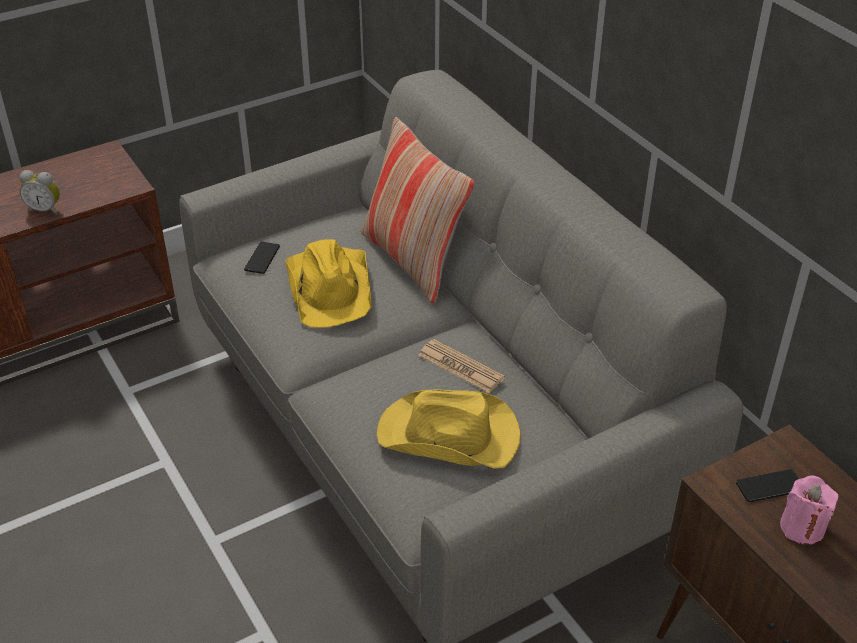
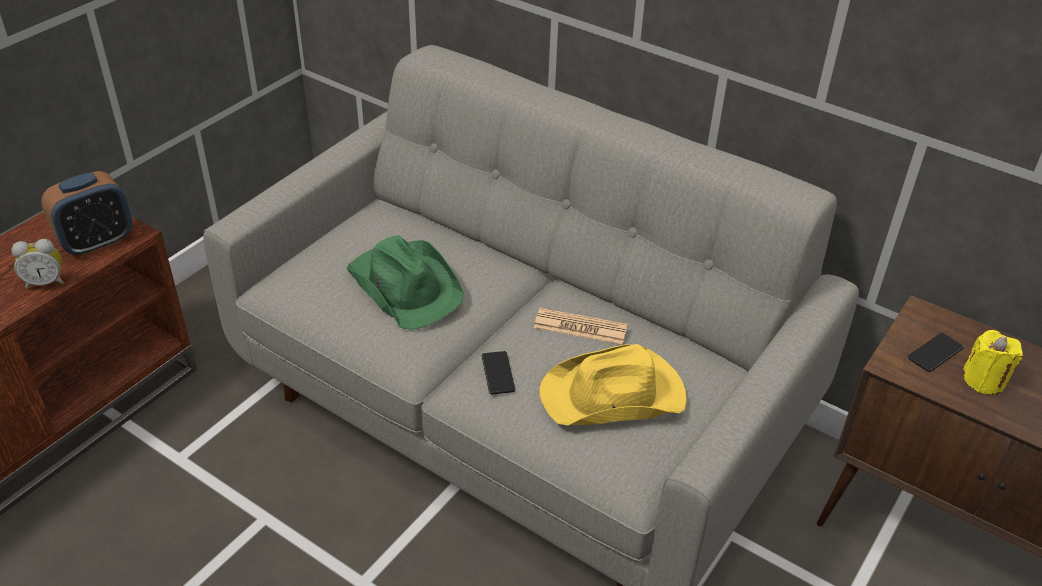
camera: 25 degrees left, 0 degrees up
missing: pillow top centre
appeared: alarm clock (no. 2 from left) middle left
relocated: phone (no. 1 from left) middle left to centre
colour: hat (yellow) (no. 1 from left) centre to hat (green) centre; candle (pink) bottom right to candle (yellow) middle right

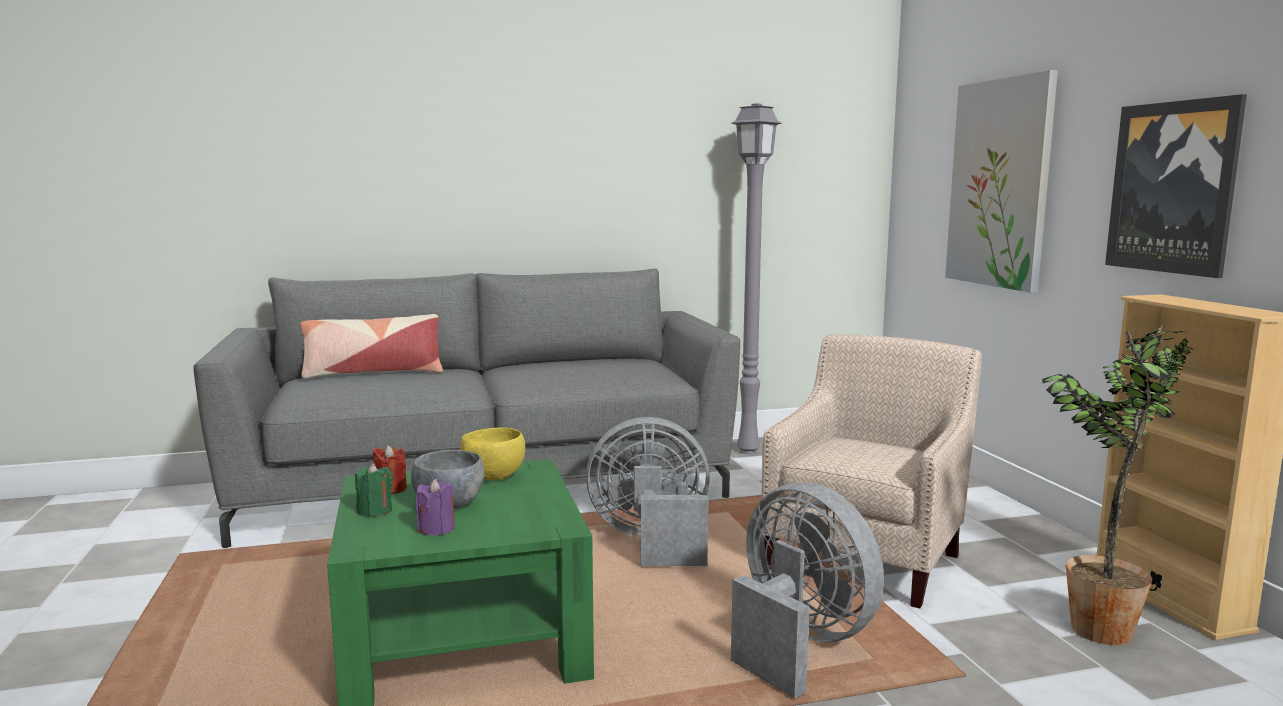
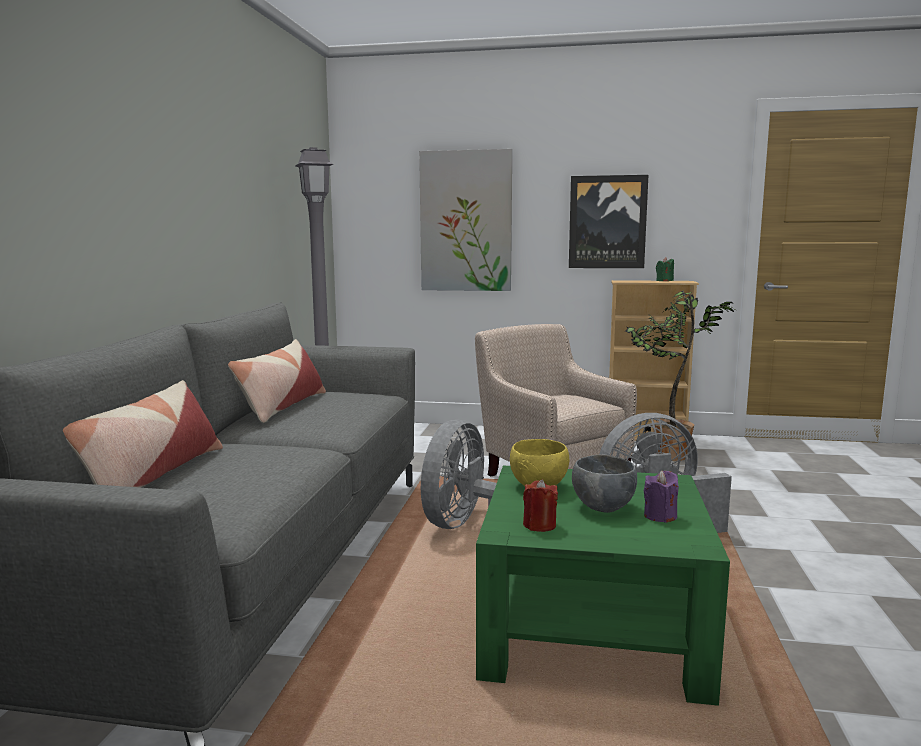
camera: 65 degrees left, 0 degrees up
appeared: pillow (no. 2 from left) middle left
relocated: candle (green) bottom left to middle right

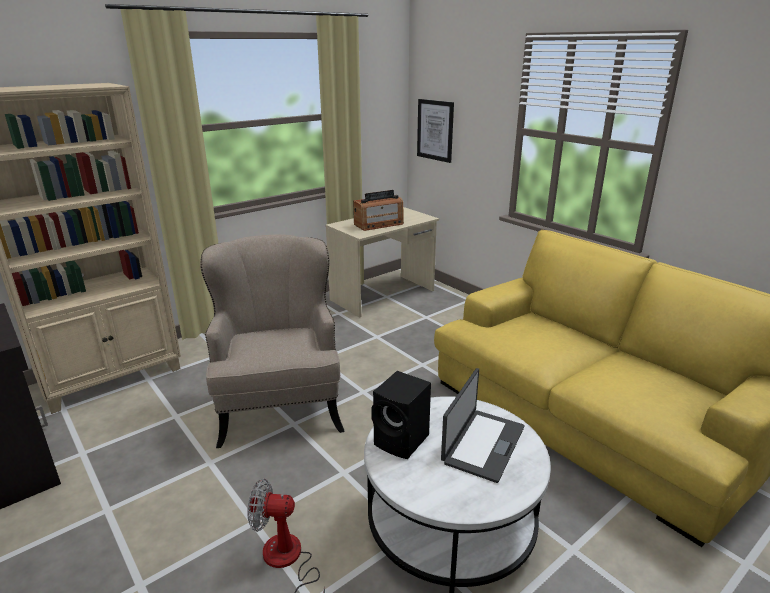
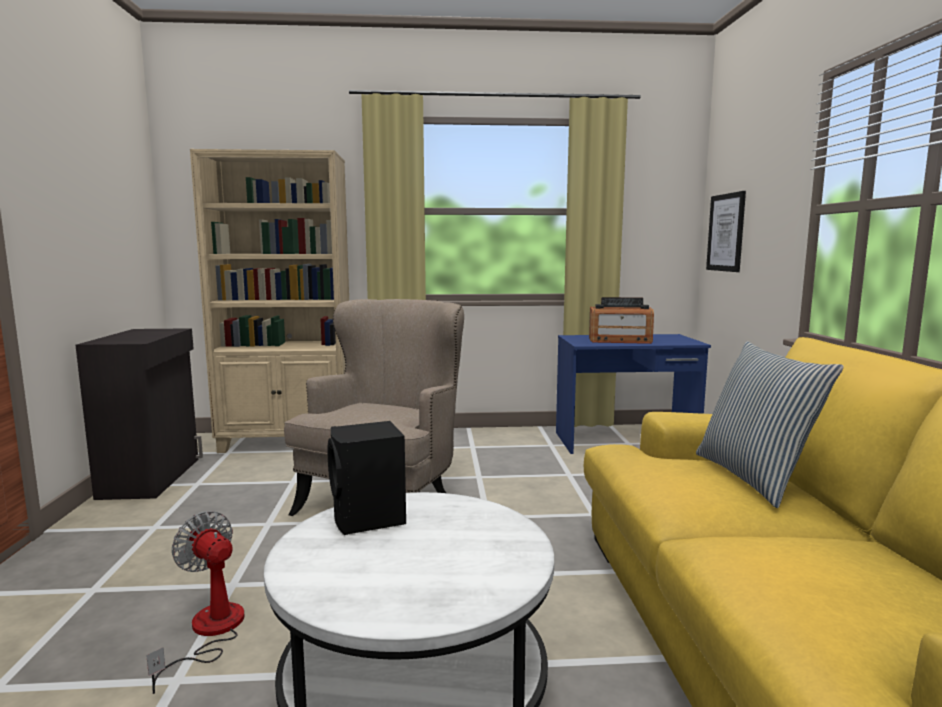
camera: 35 degrees right, 15 degrees down
missing: laptop bottom centre
appeared: pillow middle right
colour: desk (beige) centre to desk (blue) middle right

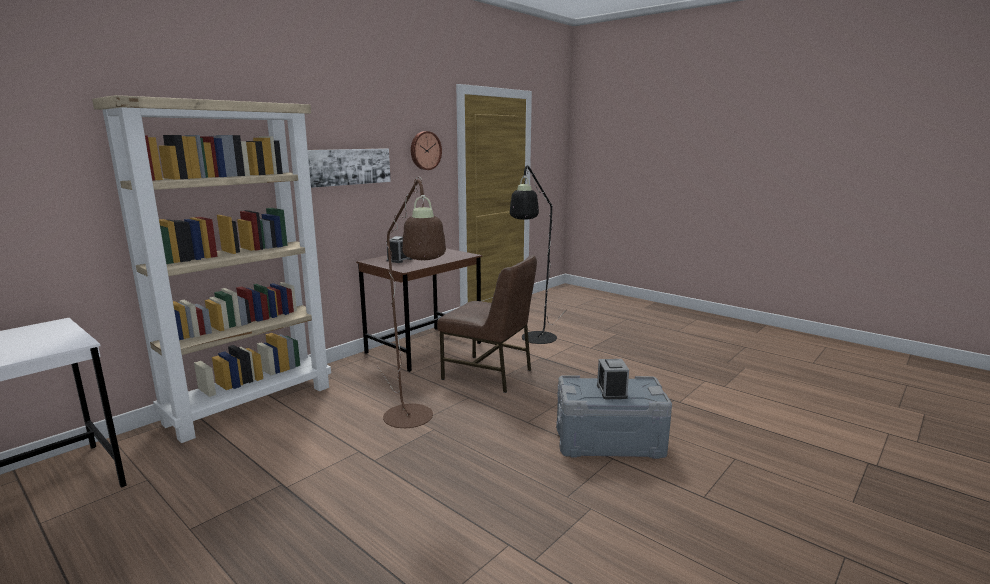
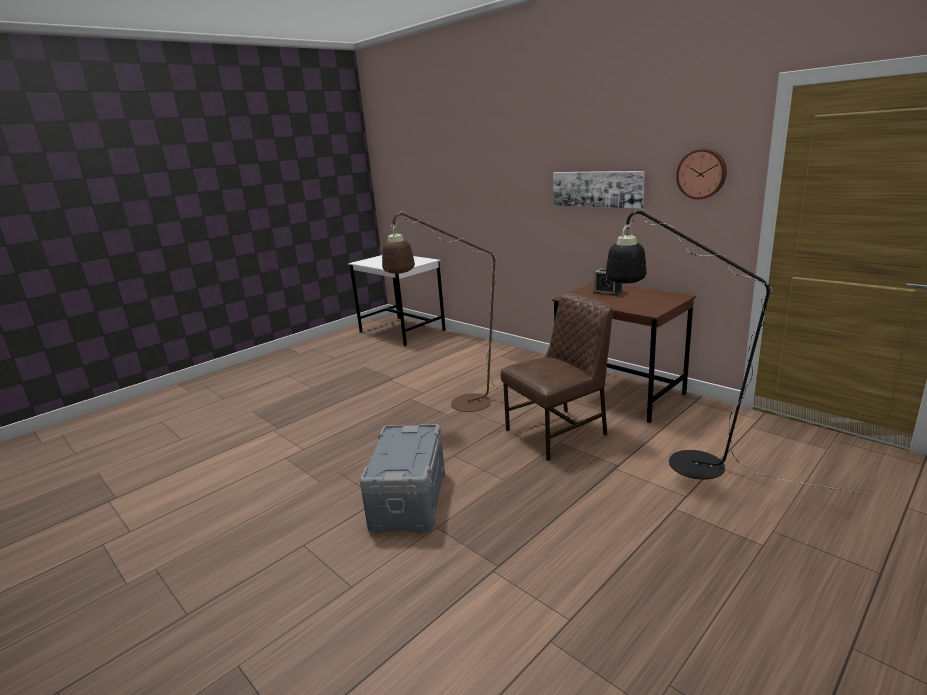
camera: 95 degrees right, 5 degrees up
missing: bookcase (beige) middle left; alarm clock (no. 2 from left) centre
spun: chair (brown) centre = centre 150 degrees counterclockwise

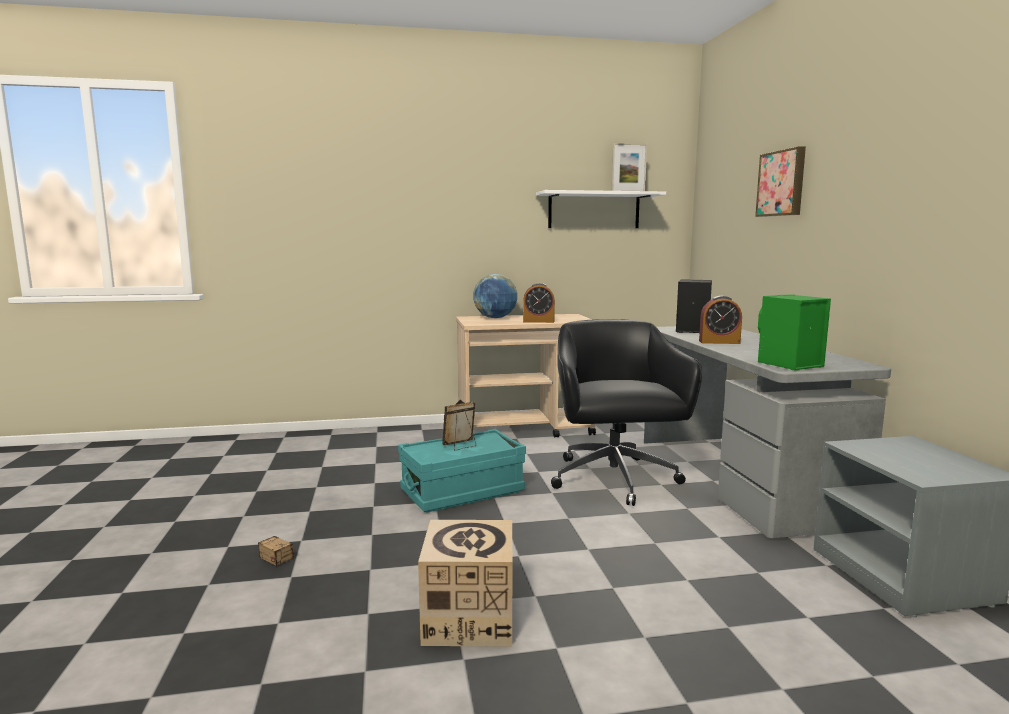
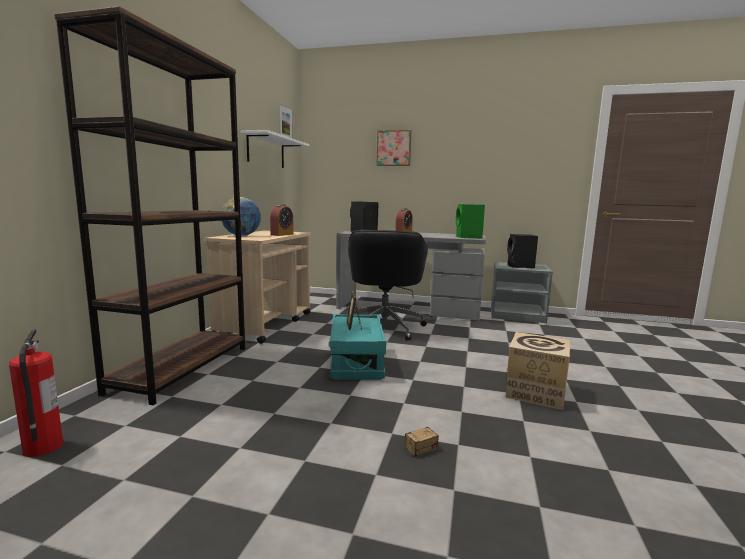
camera: 65 degrees left, 0 degrees up
appeared: fire extinguisher bottom left; bookcase (brown) middle left; speaker (black) (no. 2 from left) middle right
spun: office chair (black) centre = centre 105 degrees counterclockwise

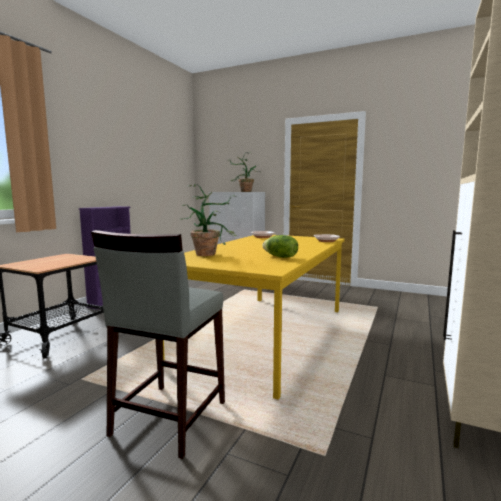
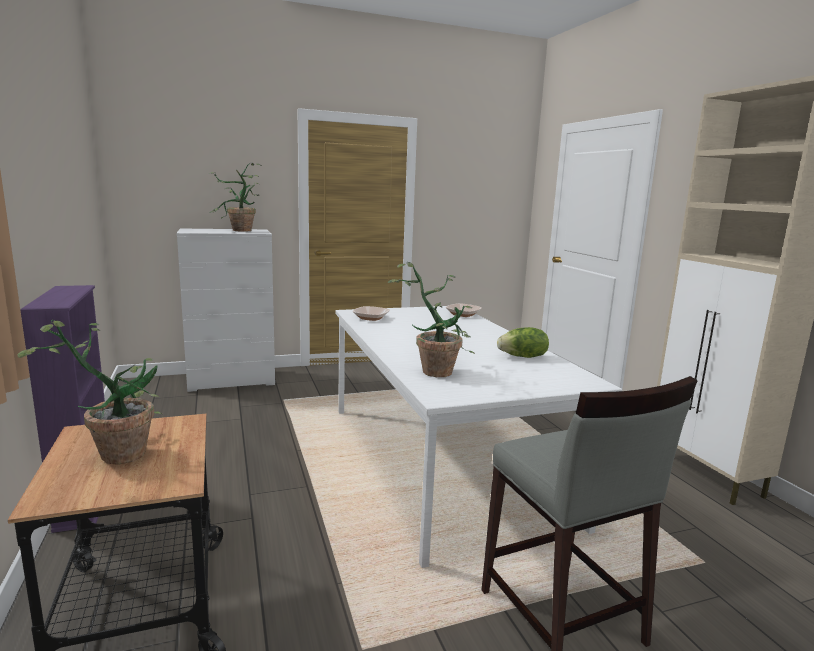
camera: 45 degrees left, 5 degrees up
appeared: potted plant (no. 1 from left) middle left
colour: dining table (yellow) centre to dining table (white) bottom centre

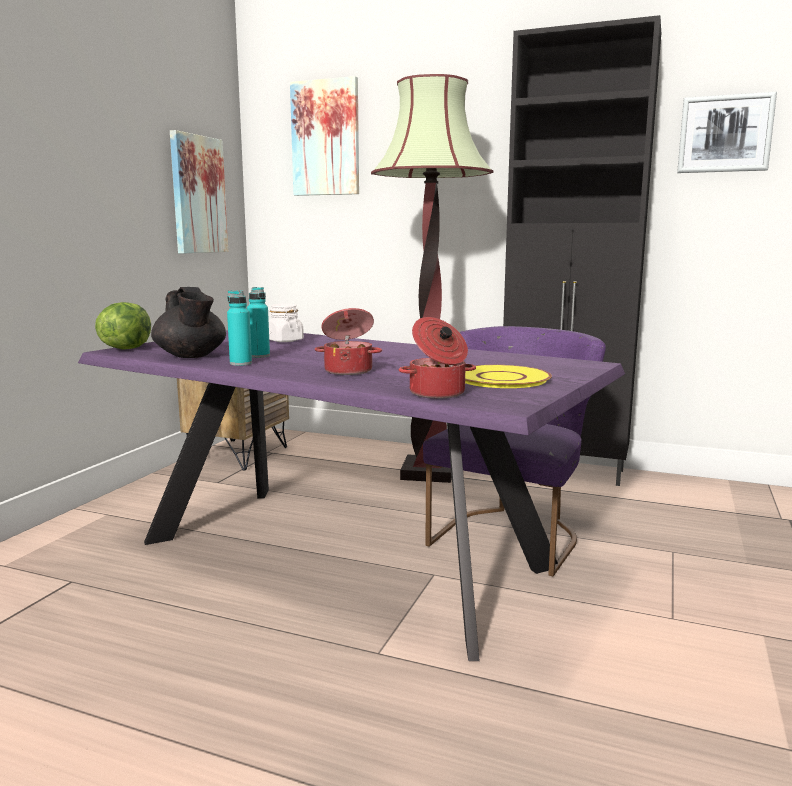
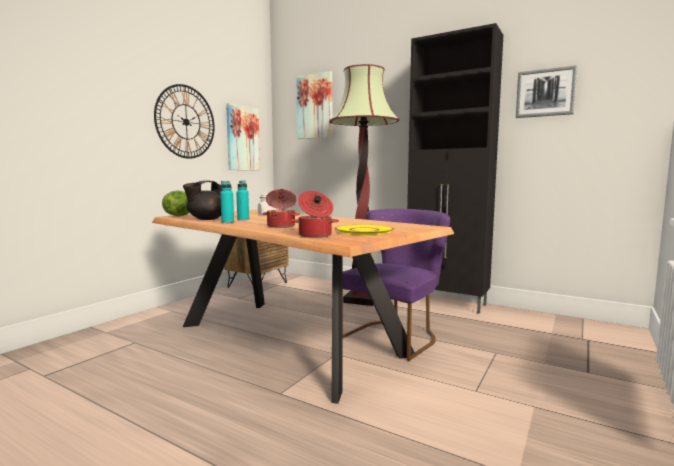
camera: 10 degrees right, 5 degrees down
appeared: wall clock top left
colour: dining table (purple) centre to dining table (brown) centre
spun: teapot (black) middle left = middle left 60 degrees clockwise

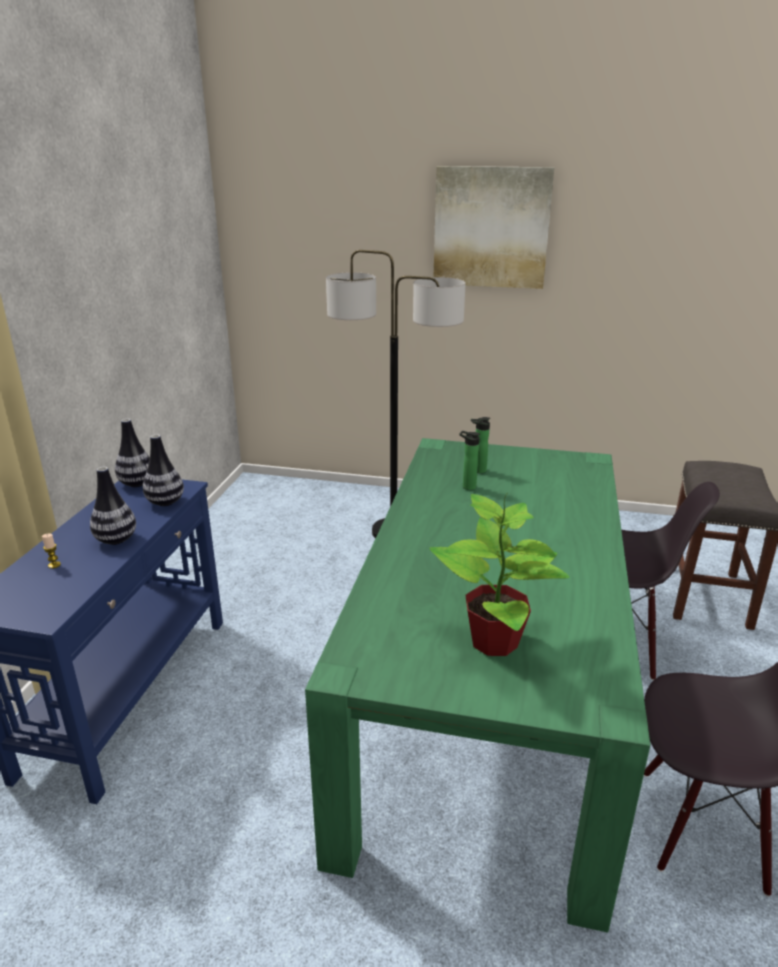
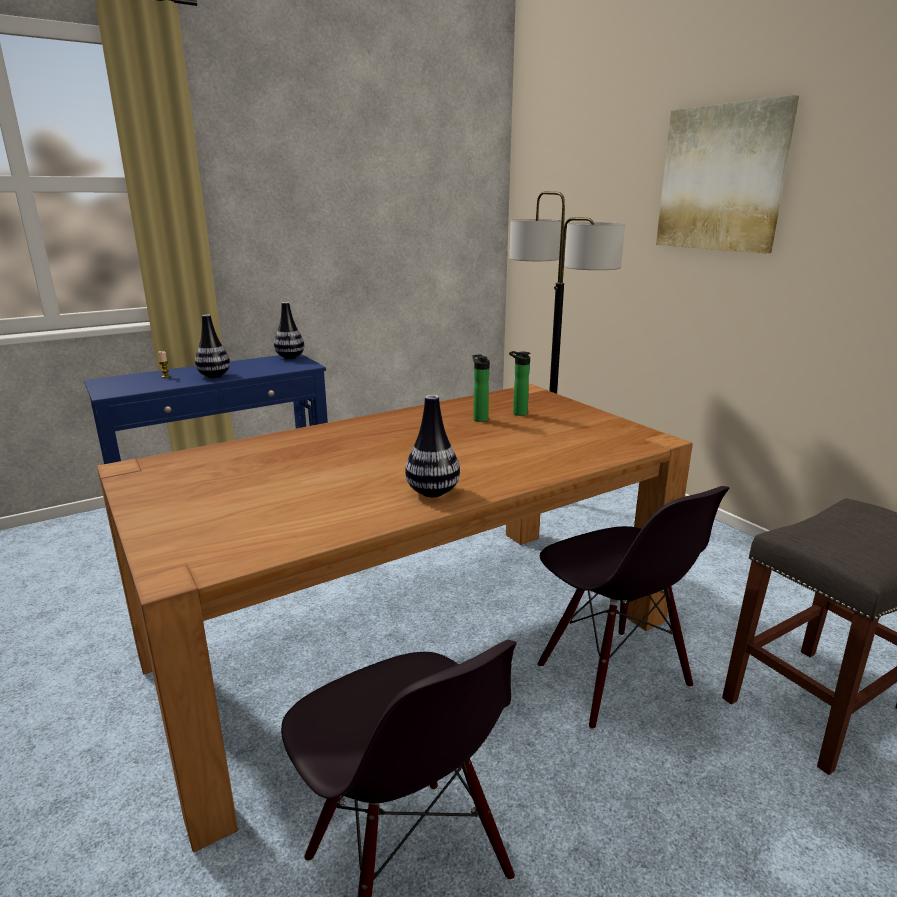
camera: 45 degrees right, 5 degrees down
missing: potted plant centre
relocated: vase (no. 3 from left) middle left to centre
colour: dining table (green) bottom centre to dining table (brown) bottom centre

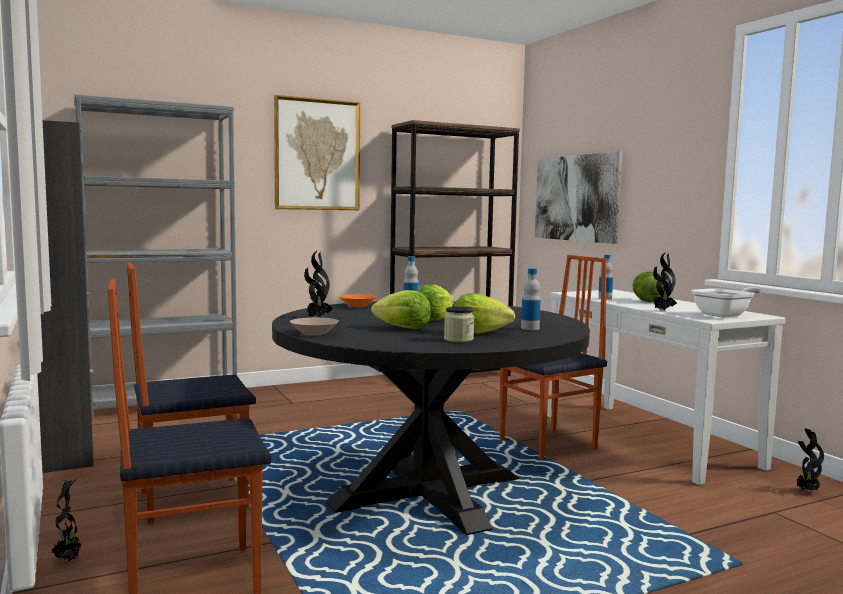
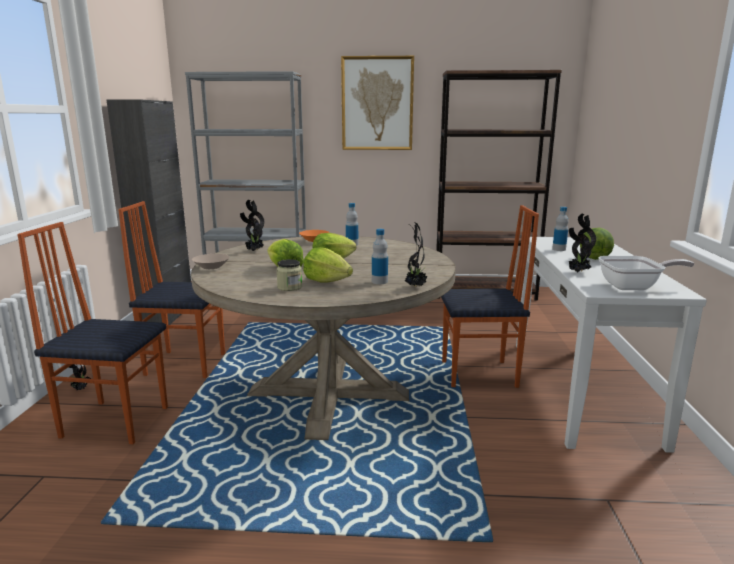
camera: 30 degrees right, 10 degrees up
missing: picture (no. 2 from left) top right
relocated: potted plant (no. 4 from left in the first image) bottom right to potted plant (no. 3 from left) centre
colour: dining table (black) bottom centre to dining table (beige) centre

